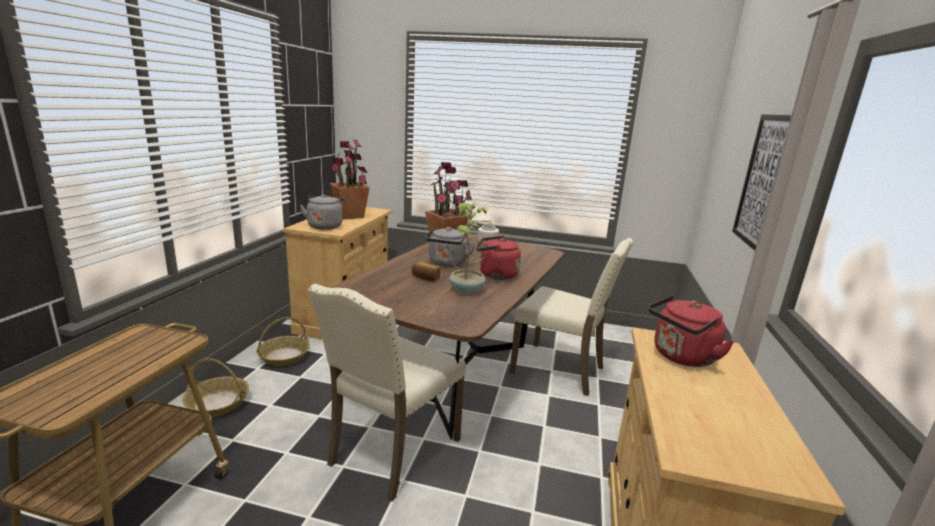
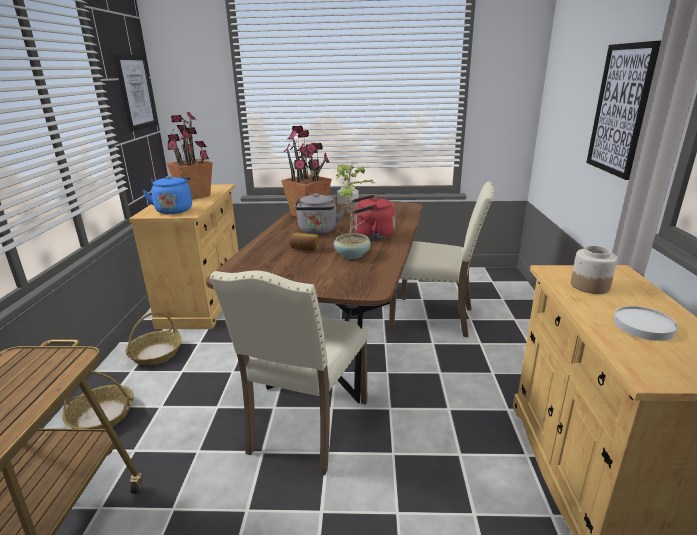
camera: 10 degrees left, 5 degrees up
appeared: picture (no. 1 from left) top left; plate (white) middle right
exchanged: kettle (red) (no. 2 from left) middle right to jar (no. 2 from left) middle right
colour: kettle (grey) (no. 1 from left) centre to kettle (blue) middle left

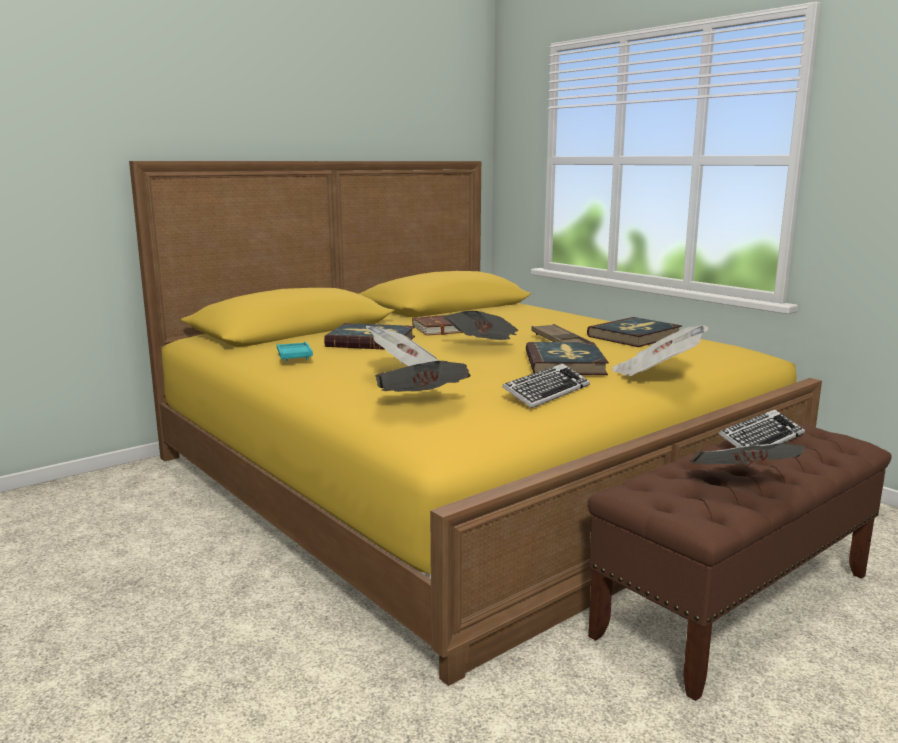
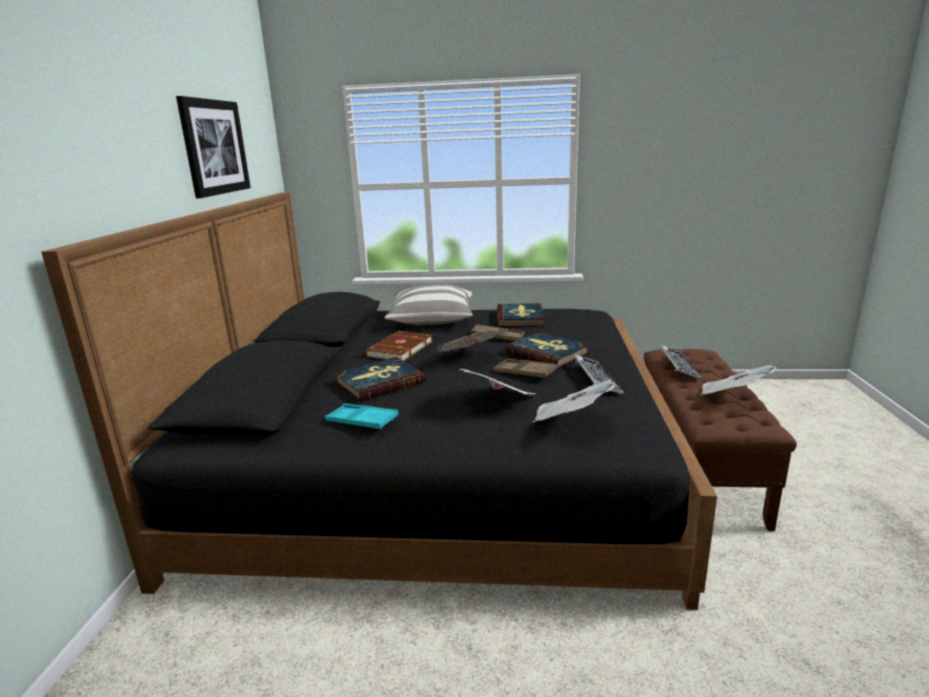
camera: 45 degrees left, 5 degrees up
missing: newspaper (no. 4 from left) middle right
appeared: picture top left; pillow centre; tray (brown) (no. 2 from left) centre
colour: bed (yellow) centre to bed (black) centre

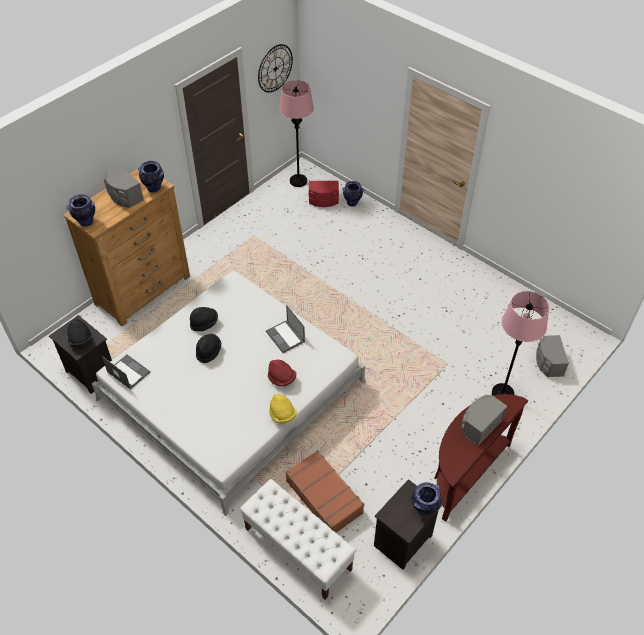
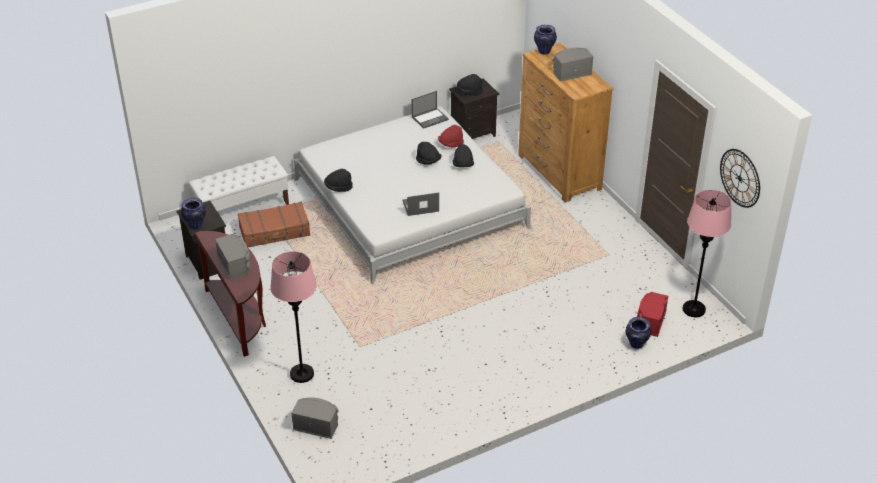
camera: 110 degrees right, 10 degrees down
missing: vase (no. 2 from left) top left
relocated: hat (red) centre to top centre
colour: hat (yellow) centre to hat (black) (no. 1 from left) centre

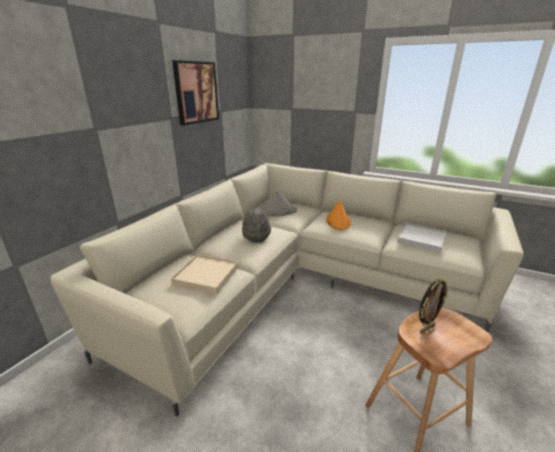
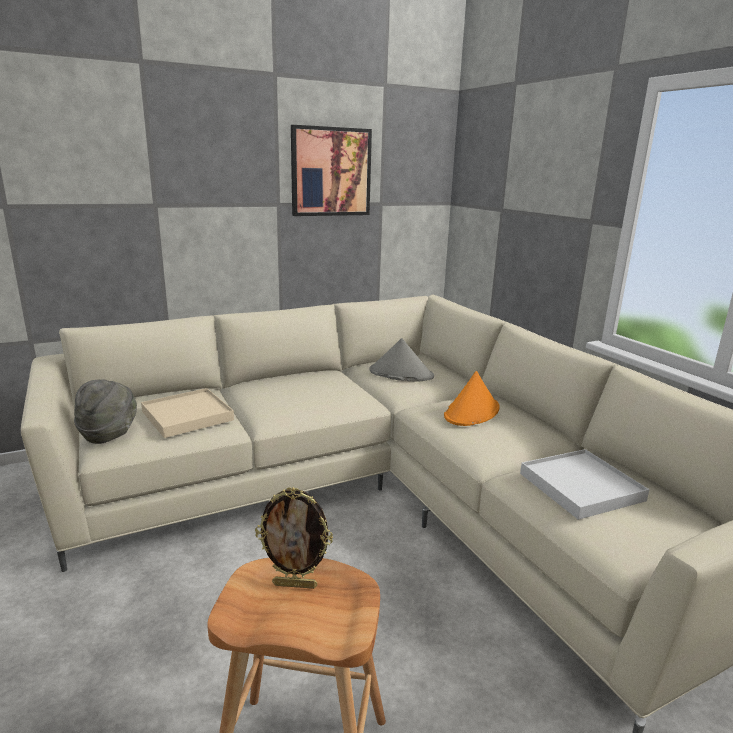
camera: 35 degrees right, 5 degrees down
relocated: hat (grey) (no. 1 from left) centre to middle left

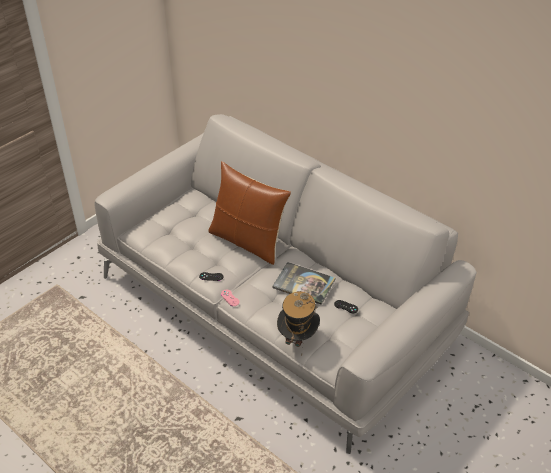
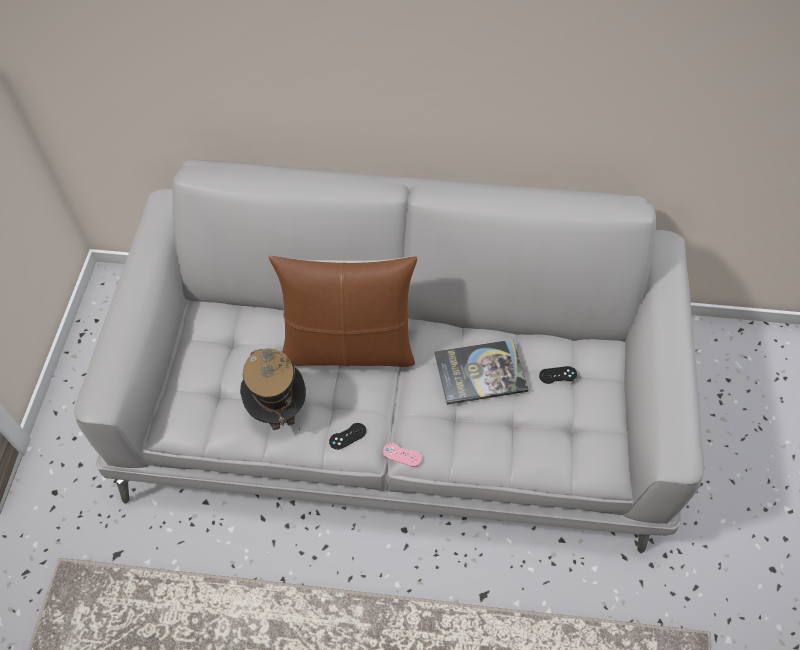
camera: 35 degrees left, 15 degrees up
relocated: hat bottom centre to centre

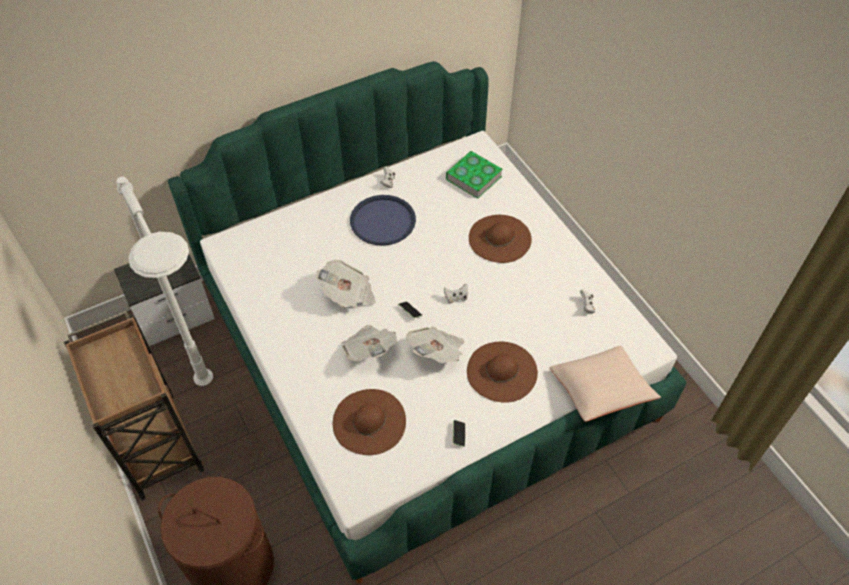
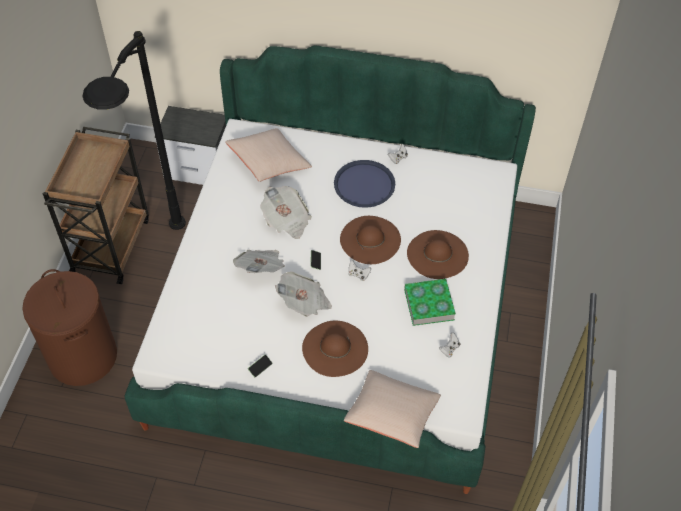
camera: 40 degrees right, 0 degrees up
appeared: pillow (beige) (no. 1 from left) top centre
relocated: hat (brown) (no. 1 from left in the first image) bottom centre to hat (brown) (no. 2 from left) centre; book top centre to centre
colour: floor lamp (white) middle left to floor lamp (black) top left

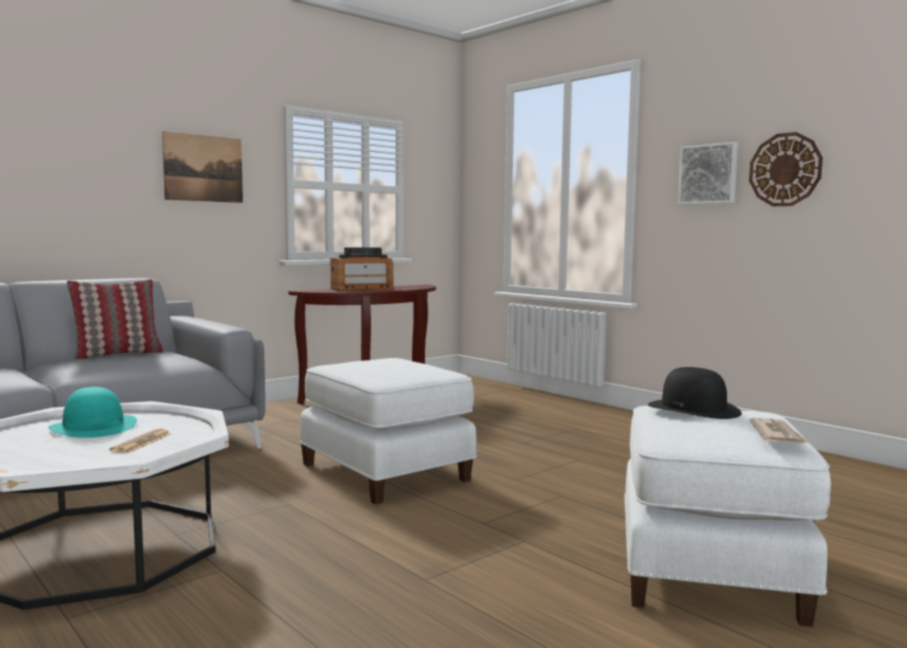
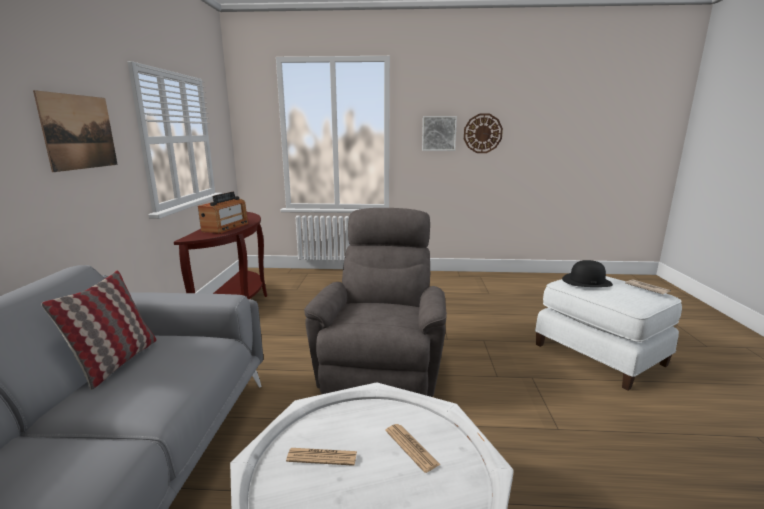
camera: 45 degrees left, 10 degrees up
exchanged: hat (turquoise) middle left to newspaper (no. 1 from left) bottom centre; ottoman (white) (no. 1 from left) centre to armchair (grey) centre

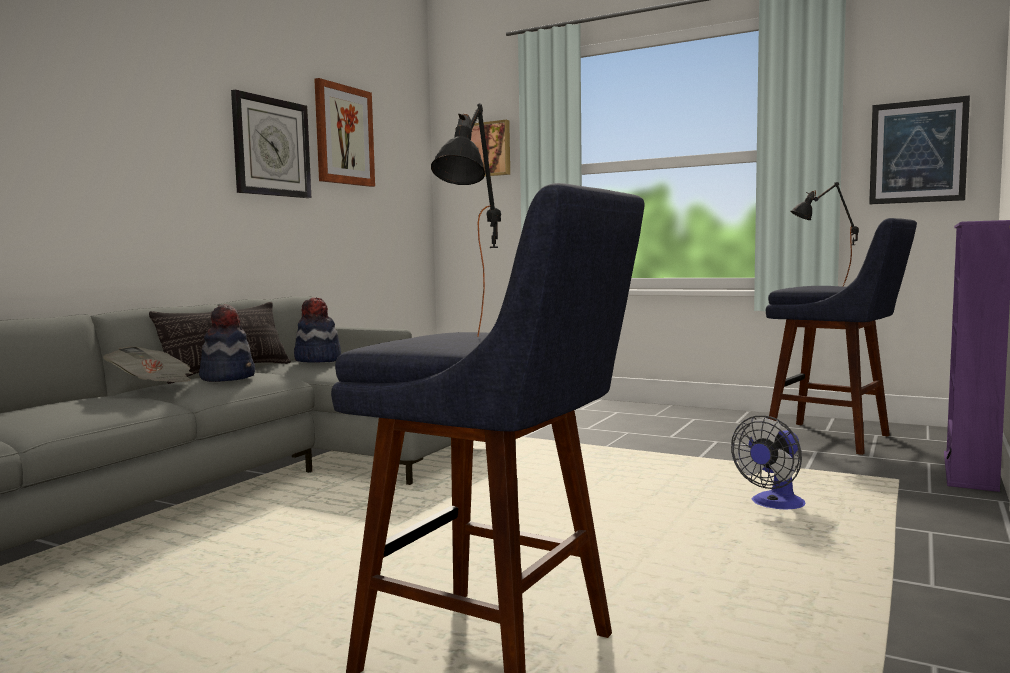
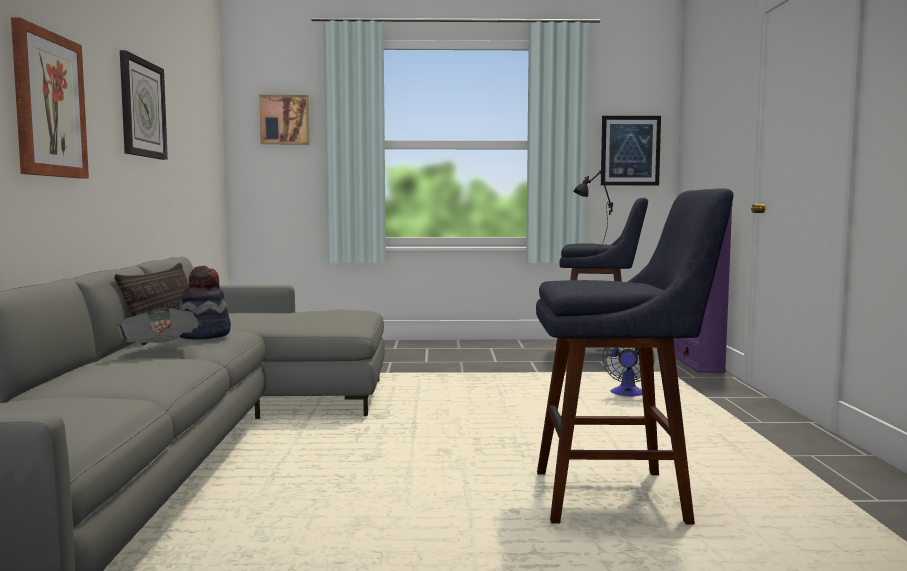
camera: 30 degrees left, 0 degrees up
missing: hat (no. 2 from left) middle left; table lamp (black) (no. 1 from left) top centre
relocated: picture (no. 1 from left) top centre to top left

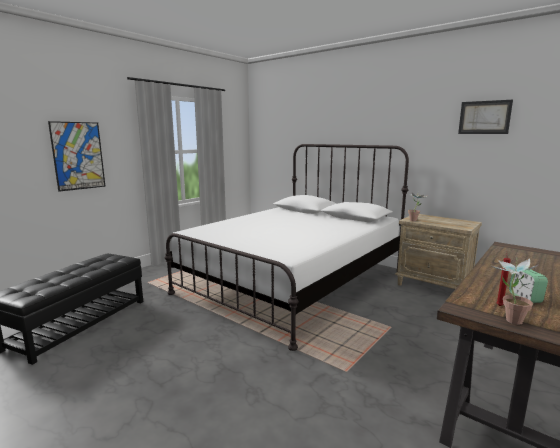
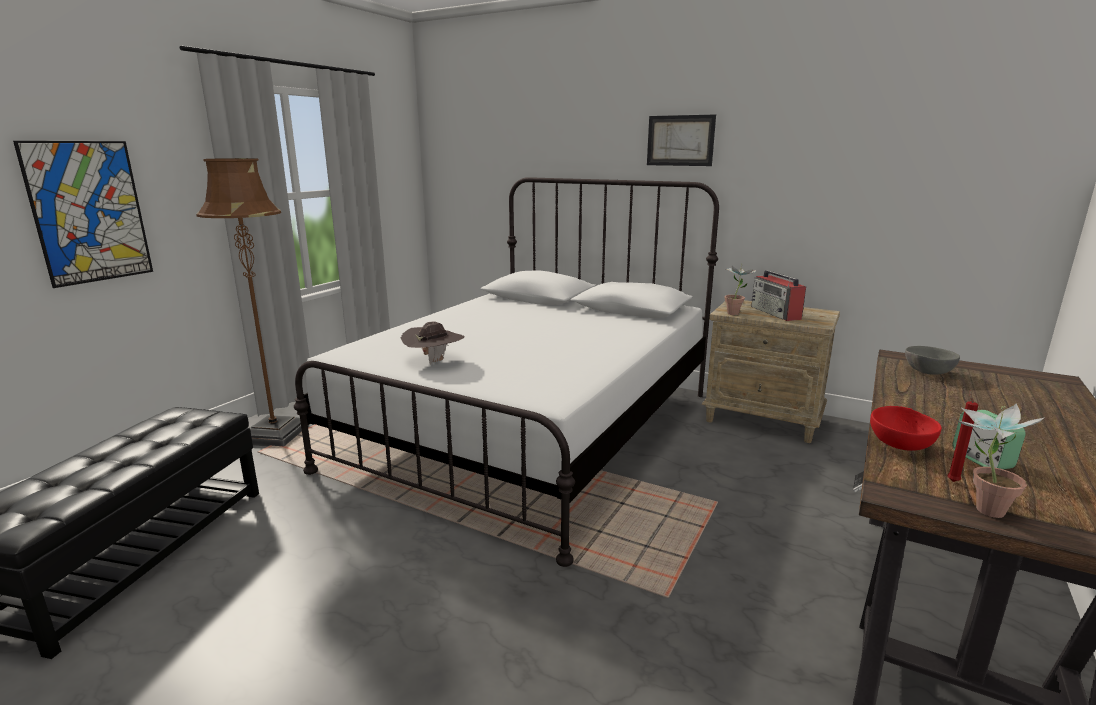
camera: 10 degrees left, 5 degrees up
appeared: floor lamp (brown) middle left; hat (brown) centre; radio middle right; bowl (red) middle right; bowl (grey) middle right
relocated: picture (no. 2 from left) top right to top centre

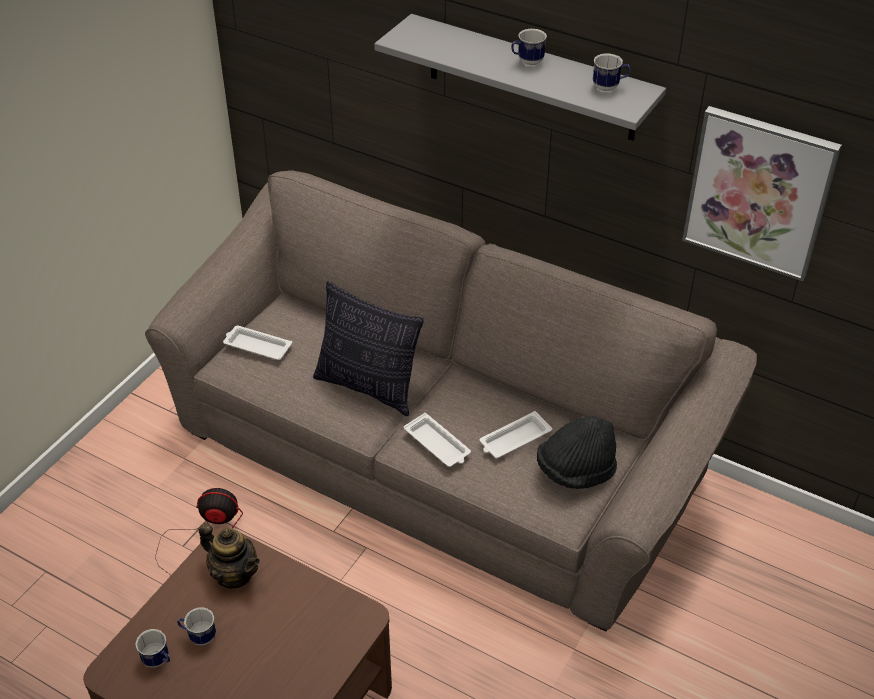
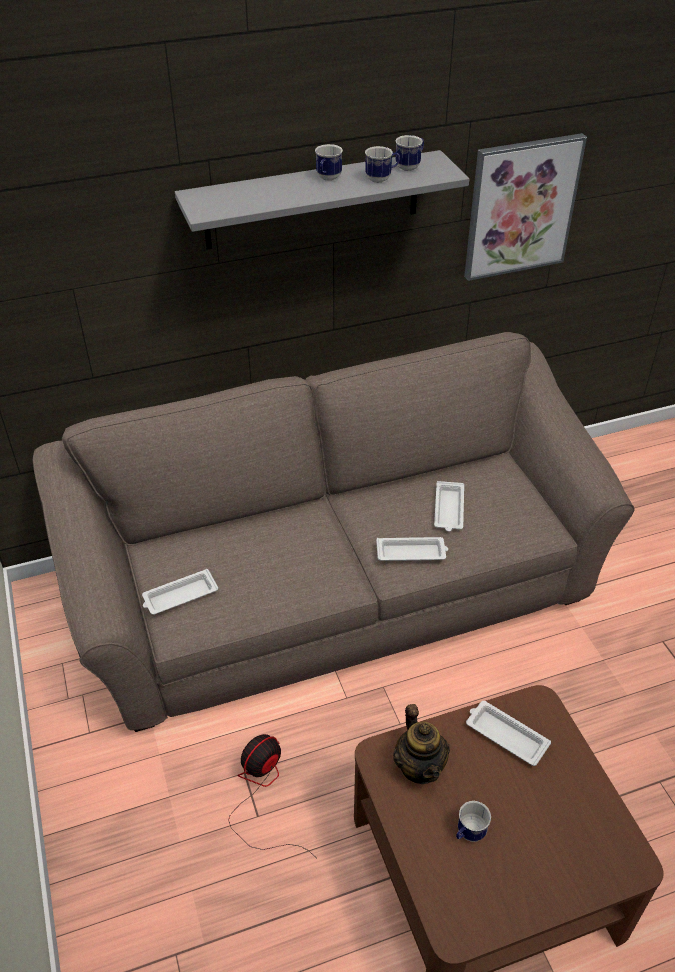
camera: 50 degrees left, 0 degrees up
missing: pillow centre; hat (black) centre
appeared: tray (white) (no. 4 from left) bottom right
relocated: mug (no. 1 from left in the first image) bottom left to mug (no. 2 from left) top centre
spun: teapot bottom left = bottom centre 90 degrees clockwise

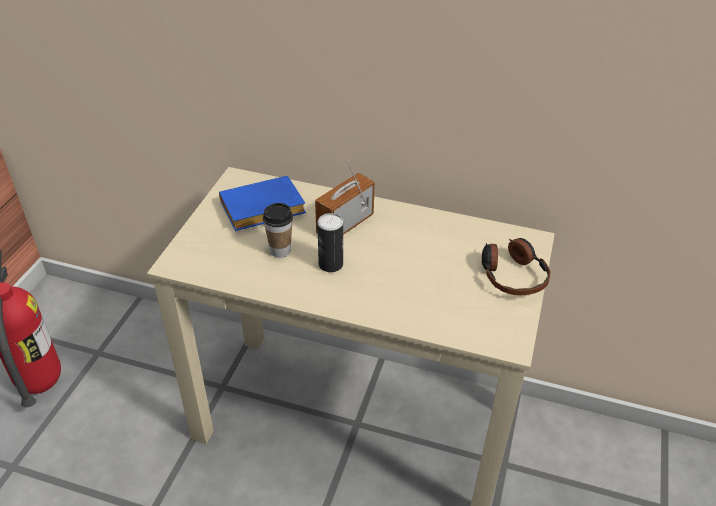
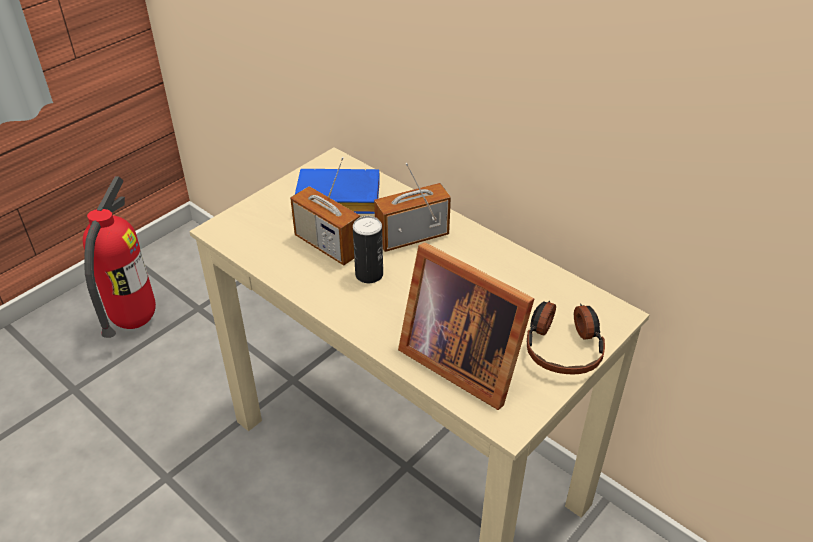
camera: 25 degrees right, 0 degrees up
appeared: picture frame centre
exchanged: cup centre to radio (no. 1 from left) centre

